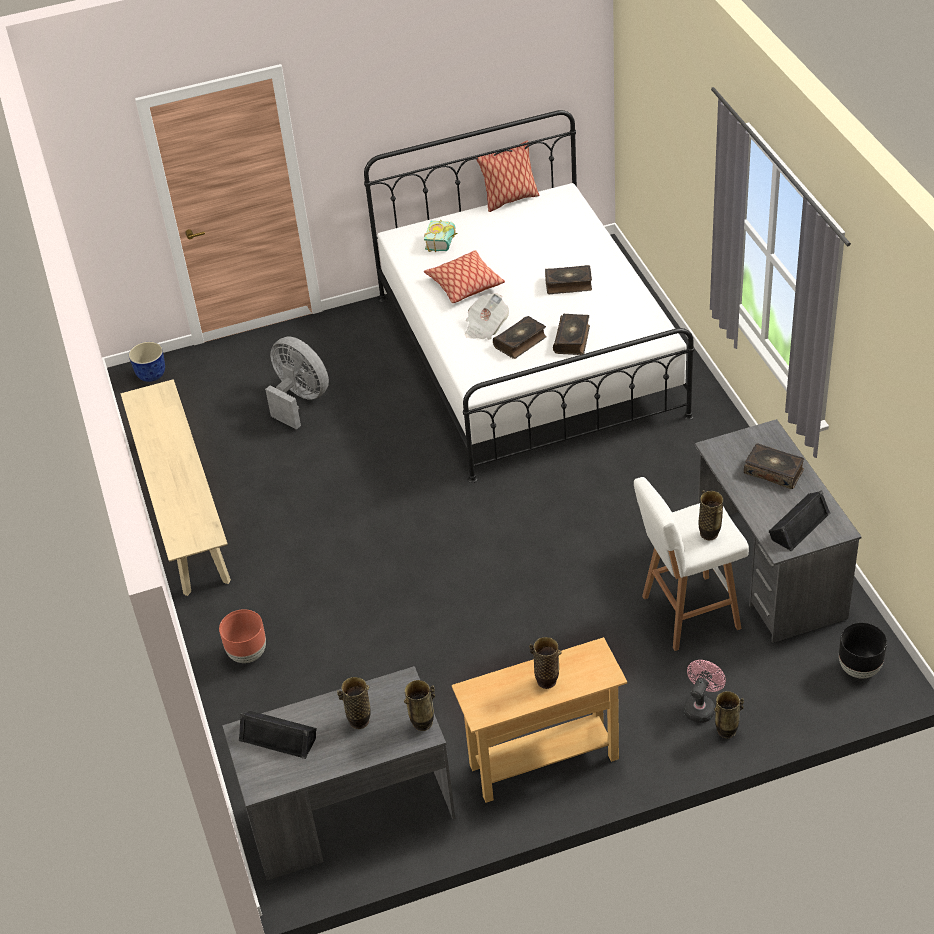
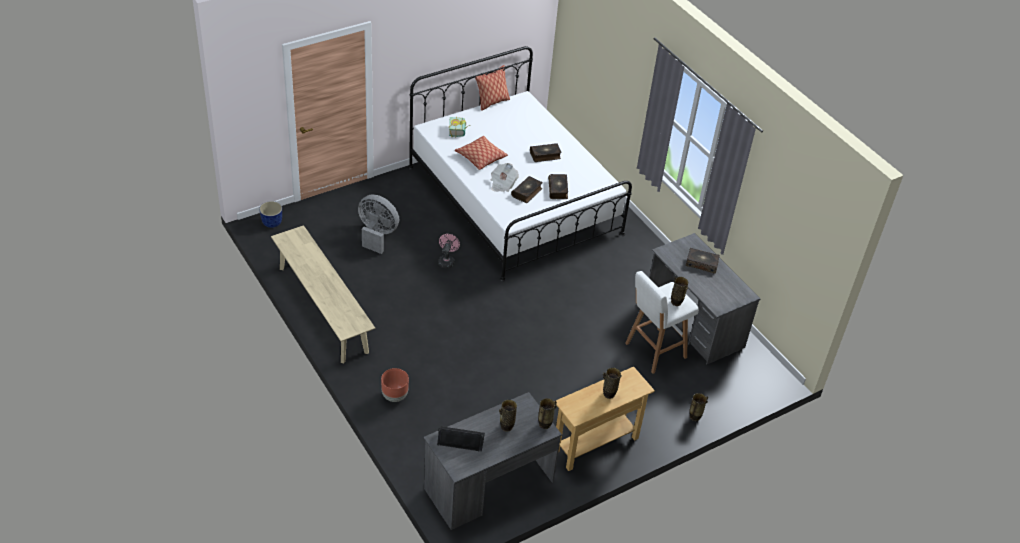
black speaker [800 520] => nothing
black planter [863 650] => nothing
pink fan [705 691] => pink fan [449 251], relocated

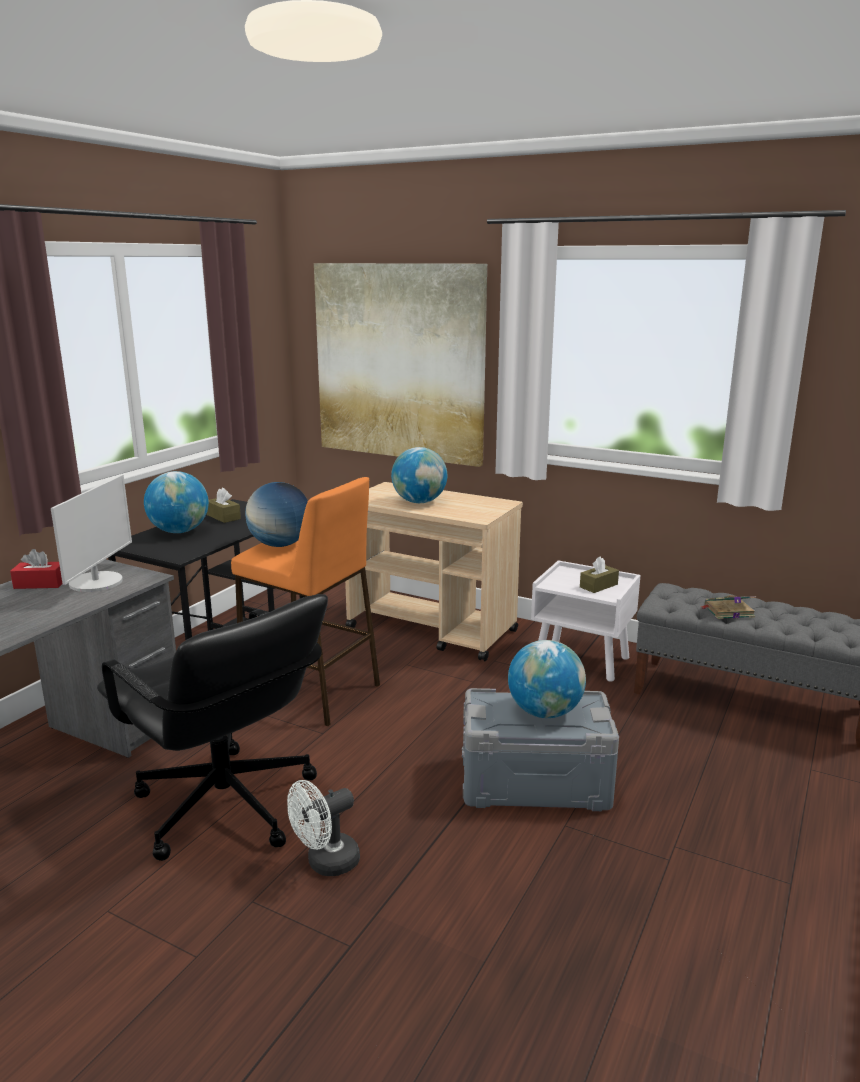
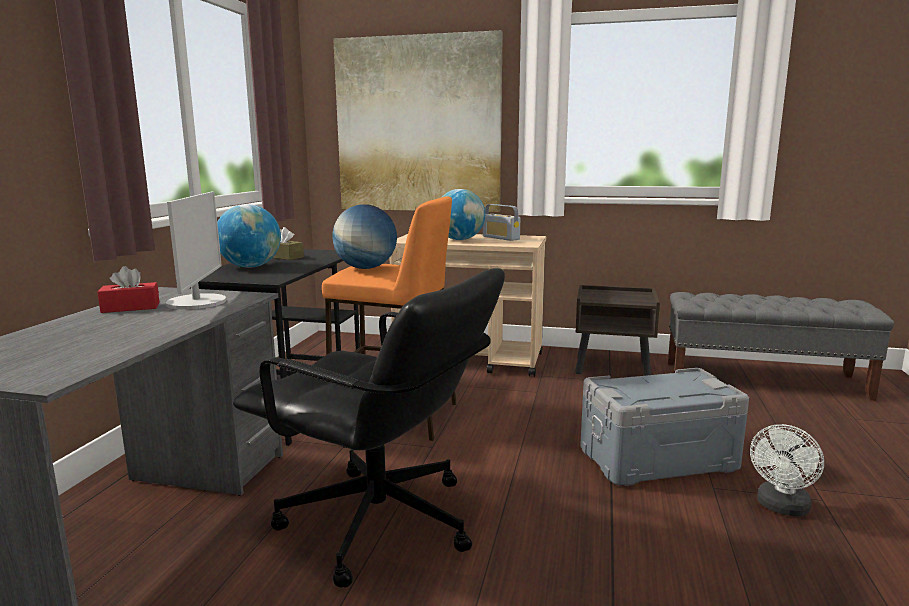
globe [547 679] => nothing
brown tissue box [599 574] => nothing
book [728 607] => nothing
nothing => radio [501 222]
white fan [323 828] => white fan [787 470], relocated
white nightstand [586 621] => brown nightstand [617 330]

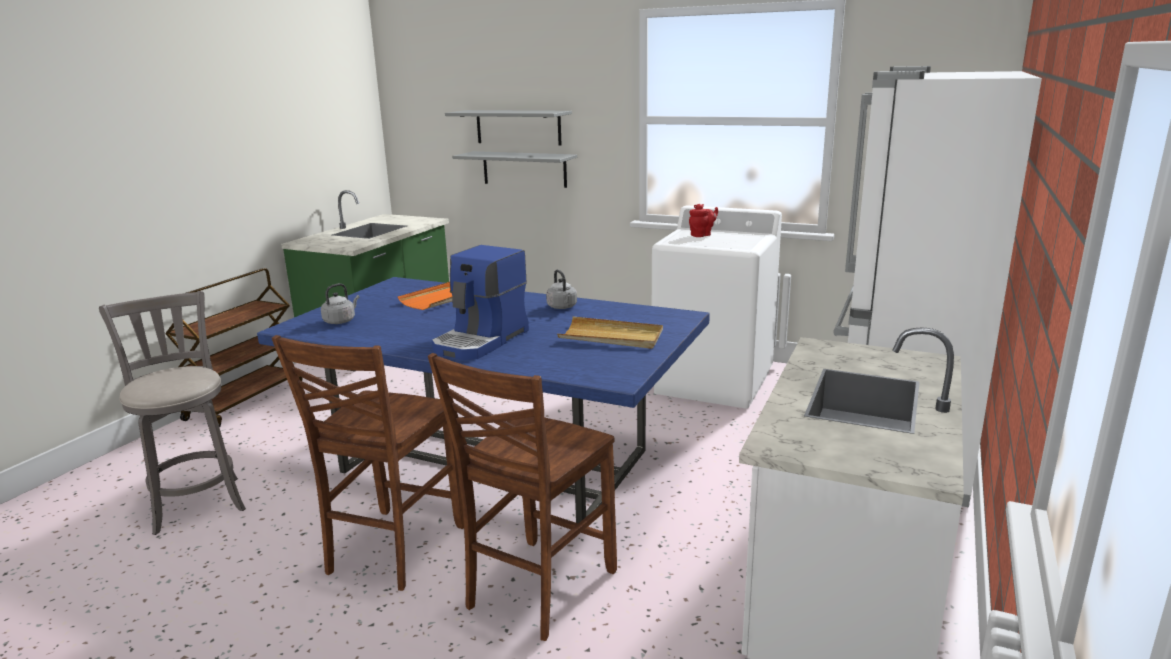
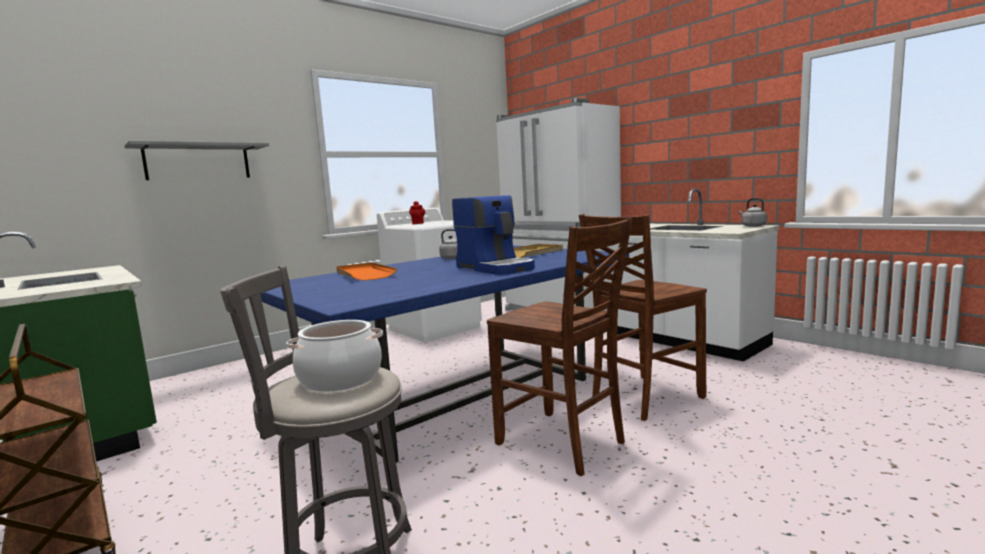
grey shelf [514 169] => nothing
nothing => cooking pot [334 356]
grey kettle [340 303] => grey kettle [753 212], relocated
brown chair [522 497] => brown chair [643 317], 90 degrees clockwise

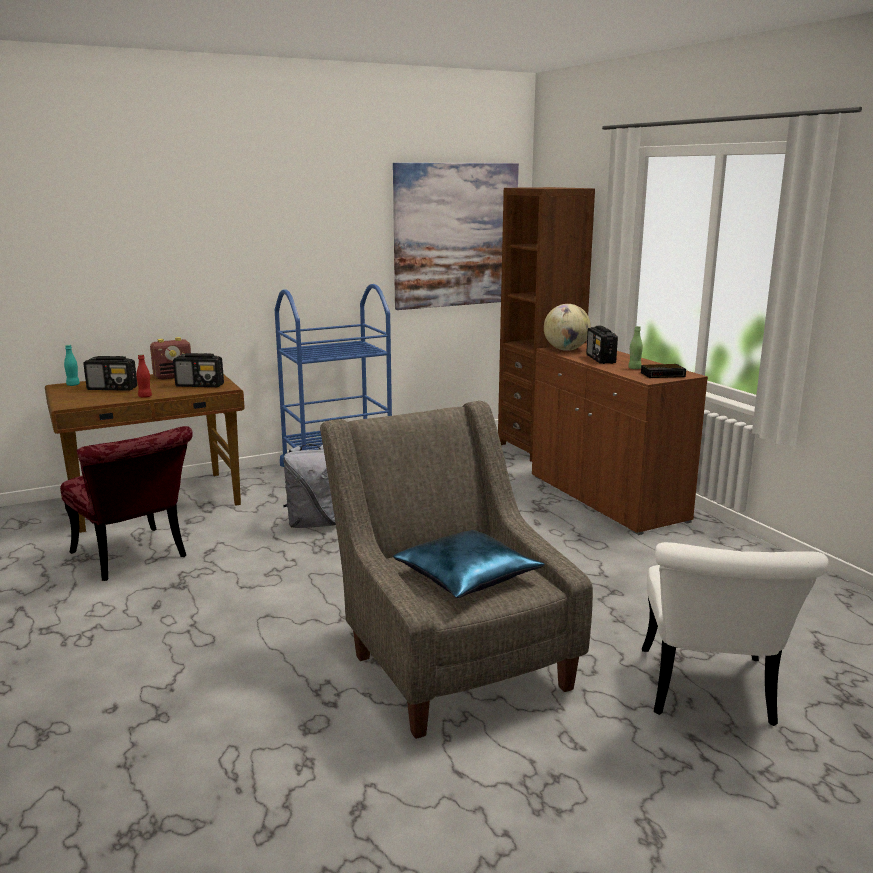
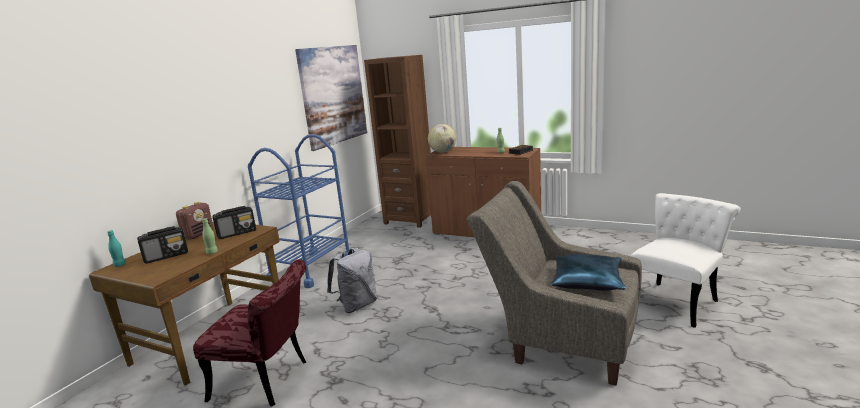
radio [602 344] => nothing
red bottle [144 376] => green bottle [210 236]
white chair [735 634] => white chair [685 260], 105 degrees counterclockwise

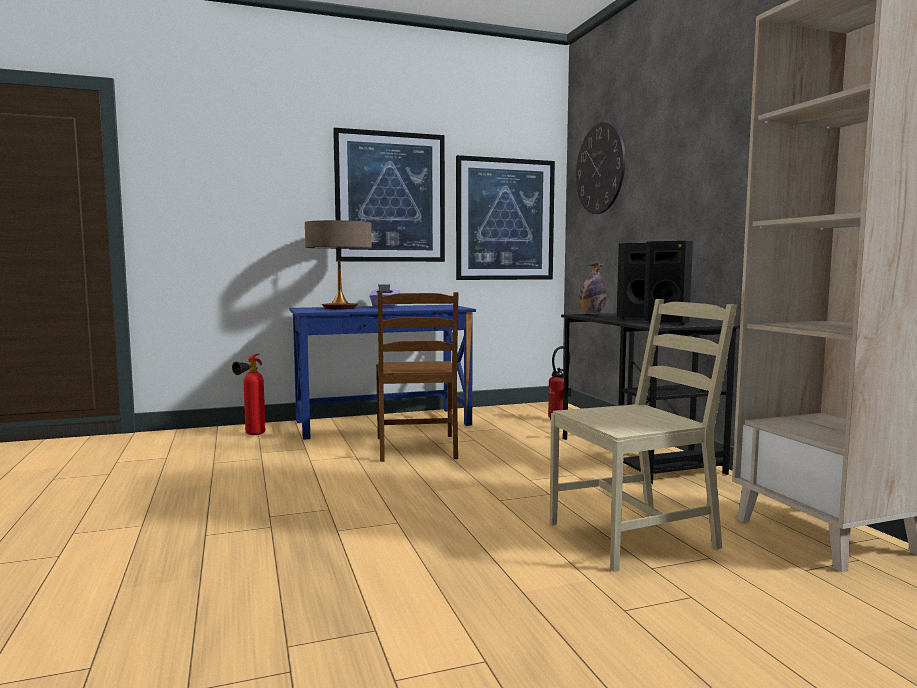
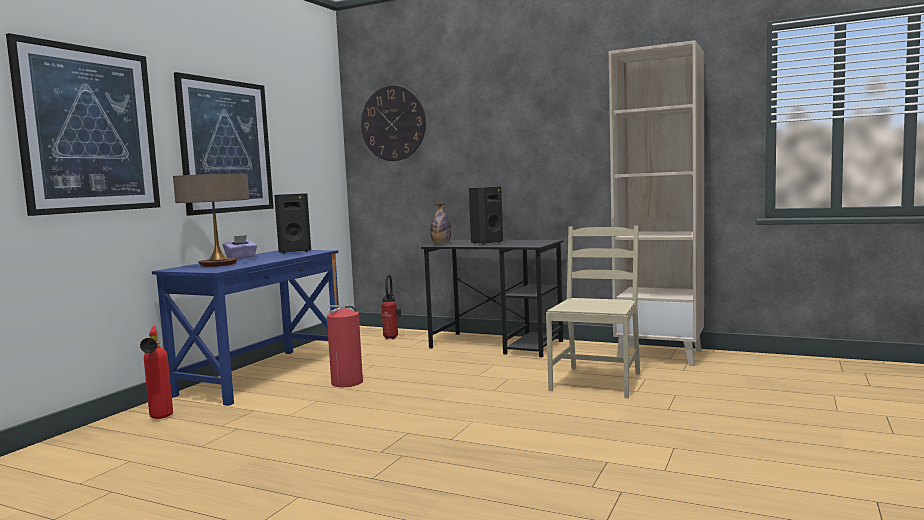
picture [505 217] => picture [83 124], relocated
black speaker [668 282] => black speaker [292 223], relocated
brown chair [417 377] => fire extinguisher [345 346]

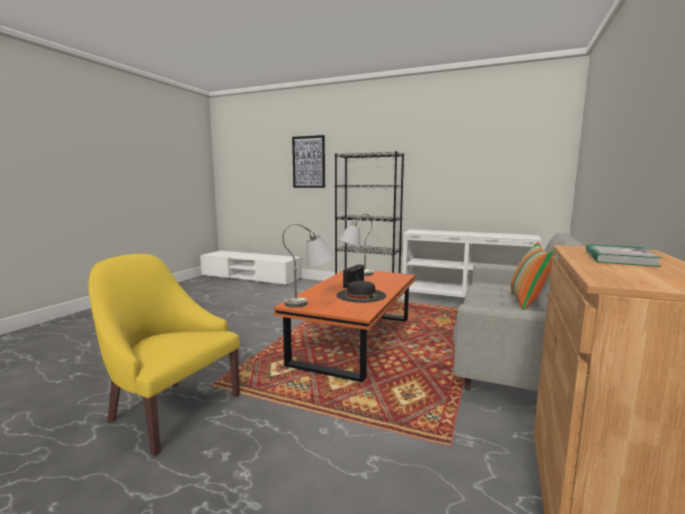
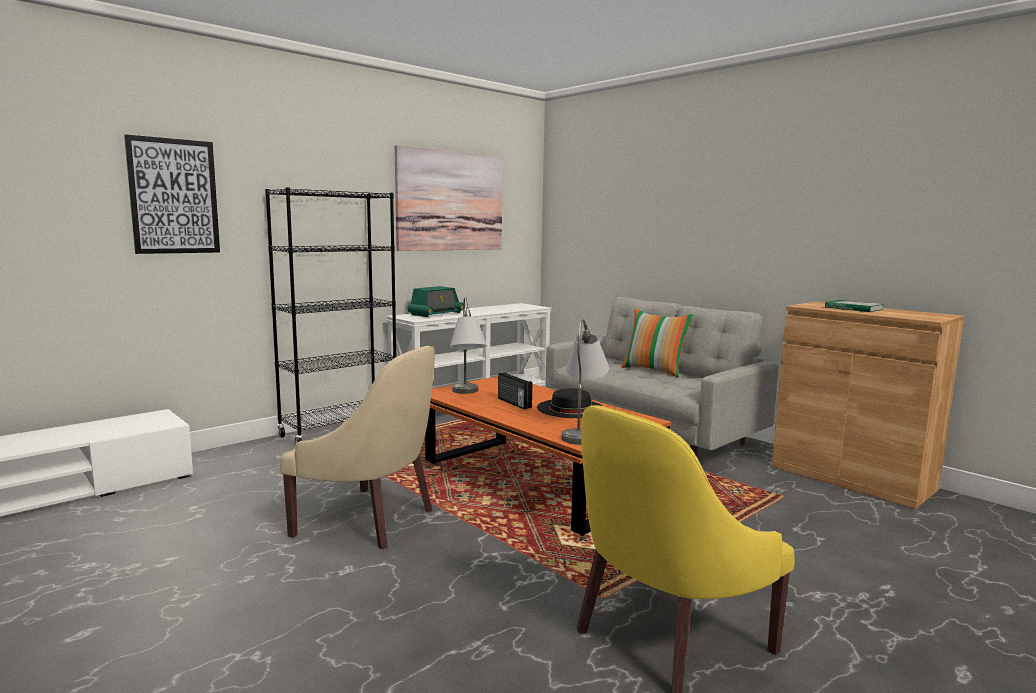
nothing => beige armchair [357 447]
nothing => picture [448 198]
nothing => radio [435 301]

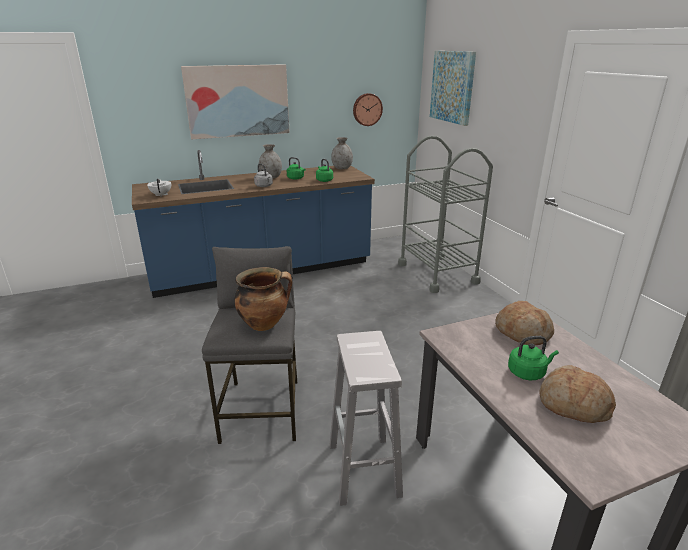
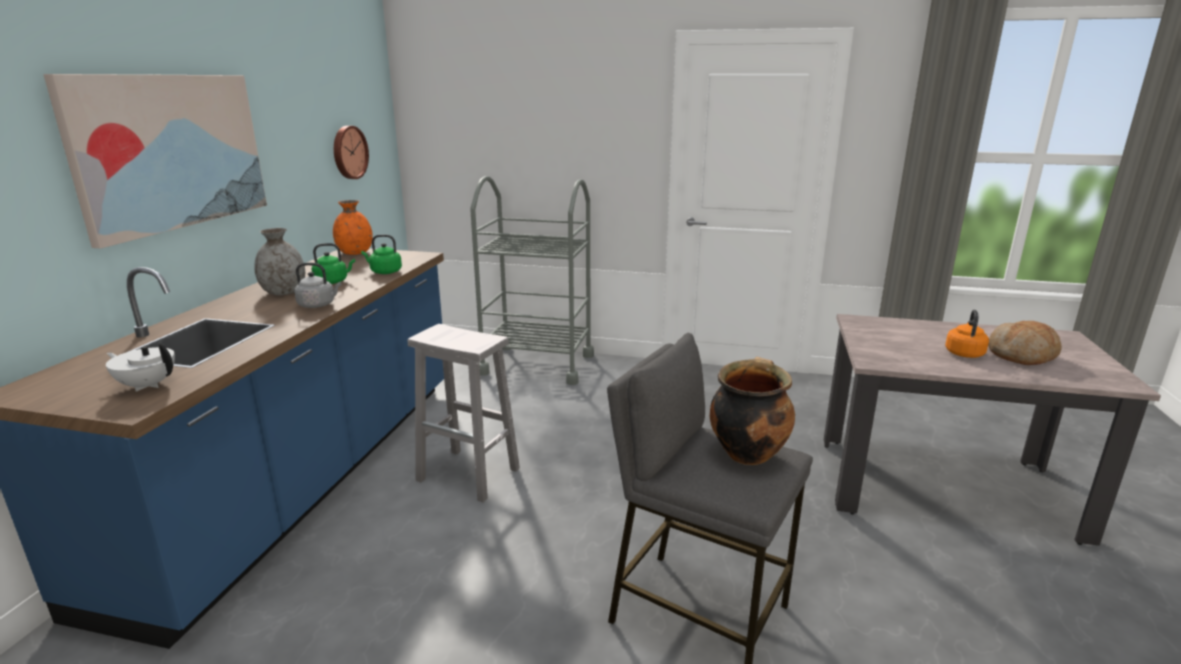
picture [453 88] => nothing
bread [524 323] => nothing
white stool [366 418] => white stool [463 413], relocated
grey vase [342 153] => orange vase [353 227]
green kettle [533 358] => orange kettle [967 334]

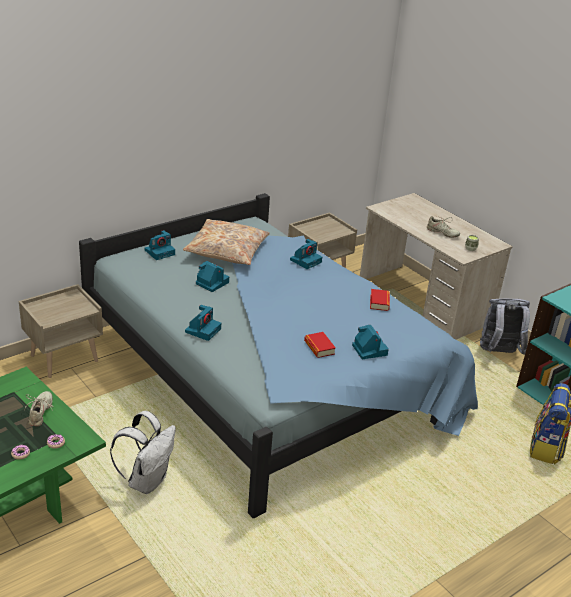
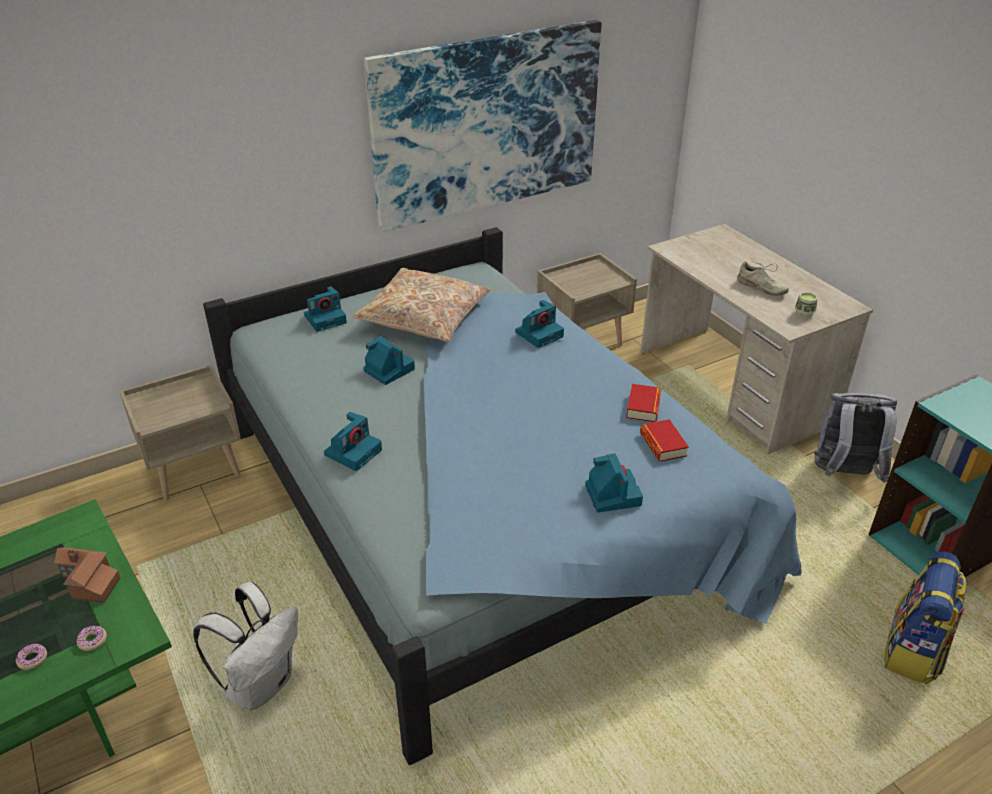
nothing => picture [483 126]
book [320 345] => book [664 440], relocated
beige shoe [38 408] => toy house [87 575]

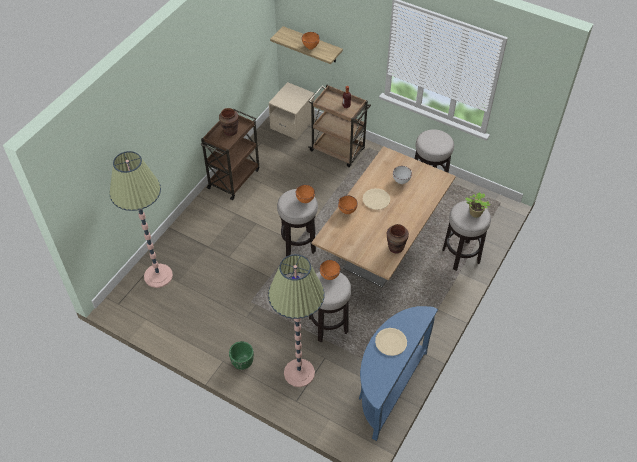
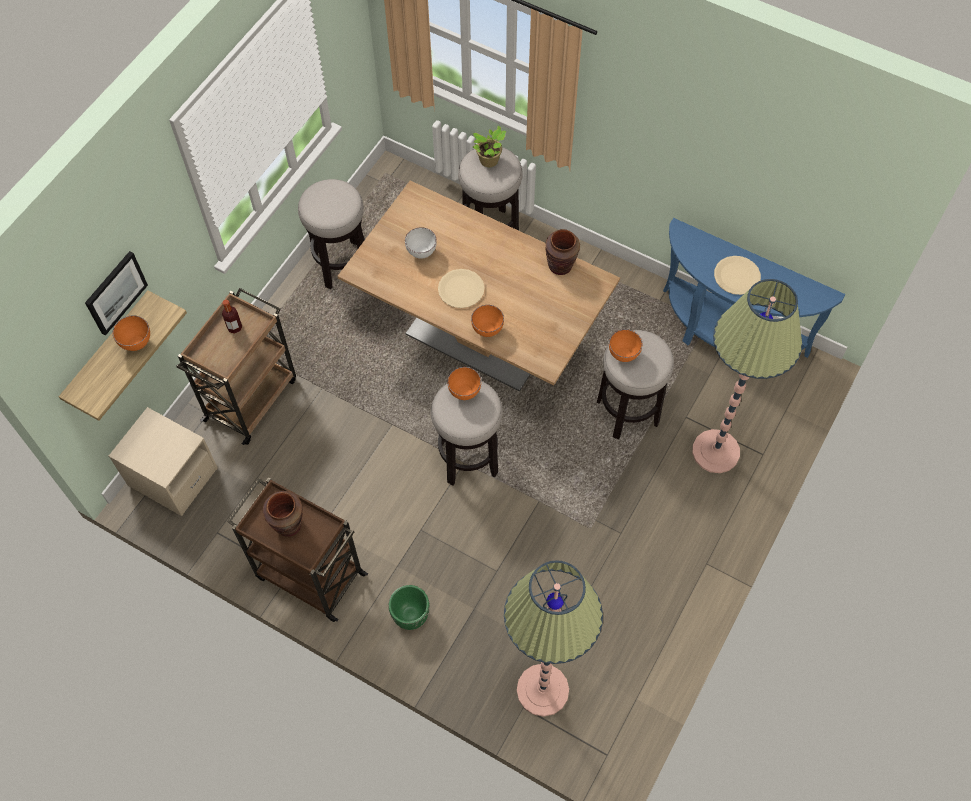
nothing => picture [116 293]
green planter [241 355] => green planter [409 607], relocated

